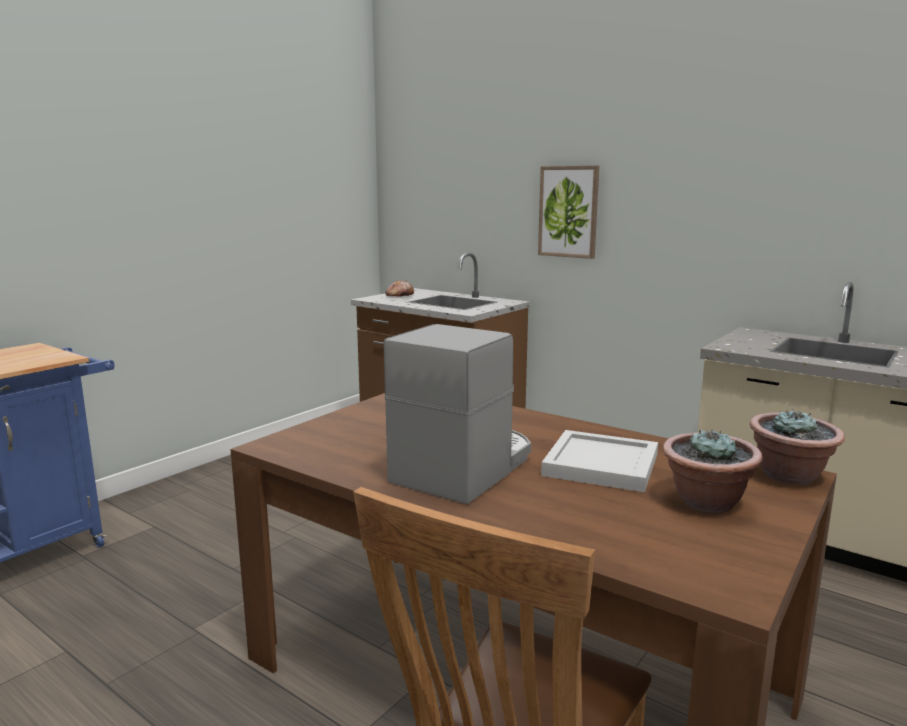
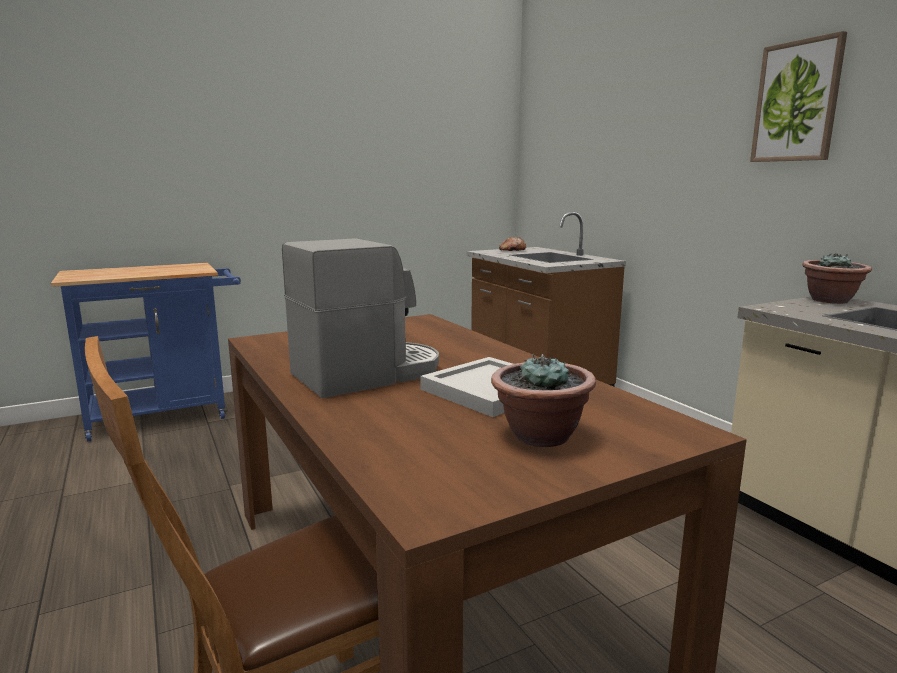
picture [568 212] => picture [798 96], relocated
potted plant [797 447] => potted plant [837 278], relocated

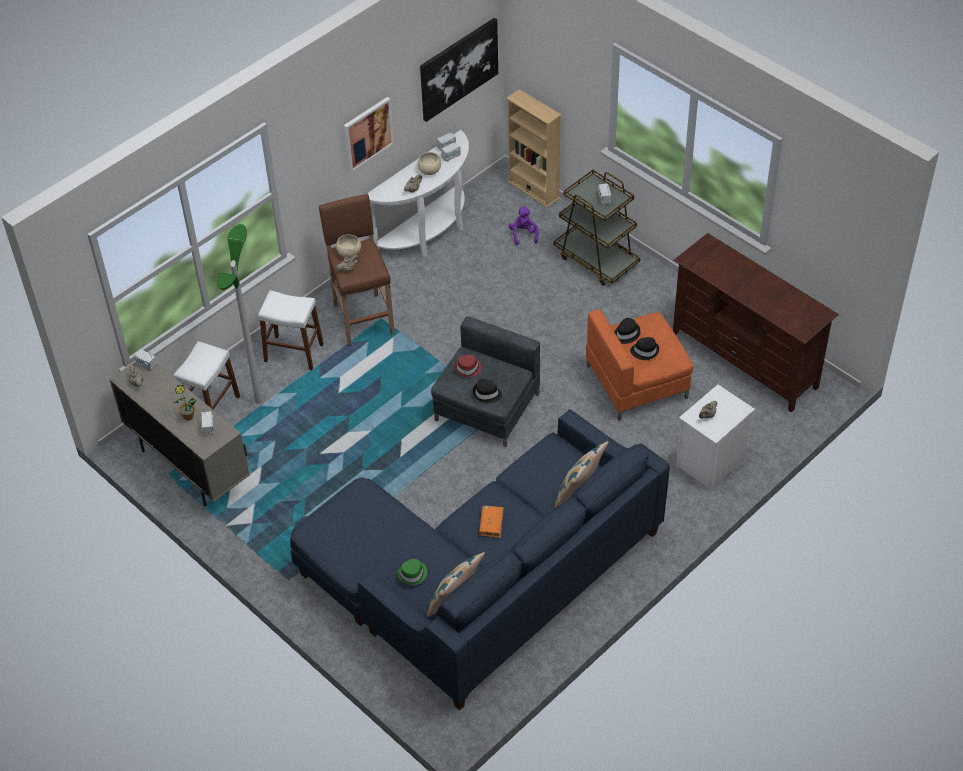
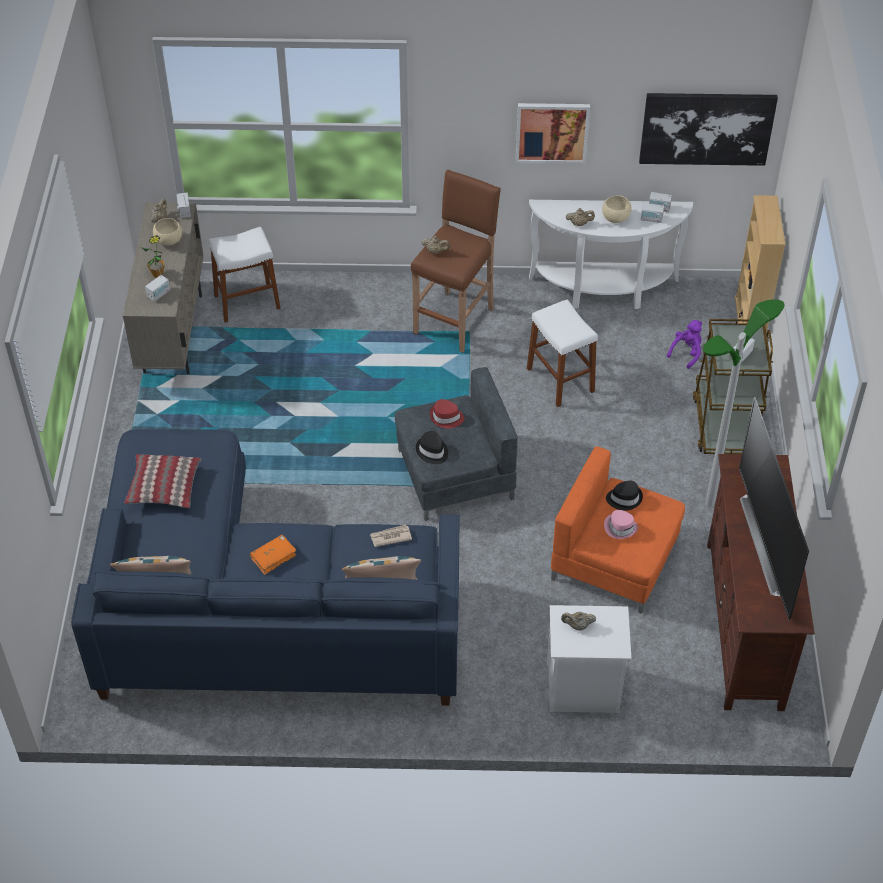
green hat [412 572] => nothing
nothing => pillow [163 481]
nothing => newspaper [391 536]
nothing => television [774 508]
floor lamp [239 314] => floor lamp [744 403], relocated
white stool [291 330] => white stool [562 353], relocated
beige bowl [348 246] => beige bowl [167 232], relocated
black hat [644 348] => pink hat [621 524]

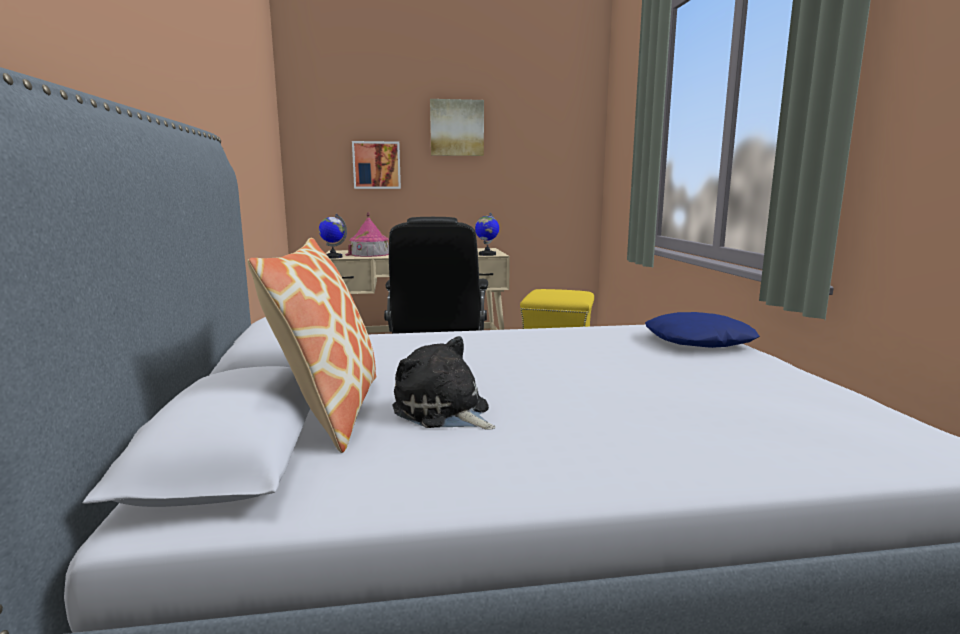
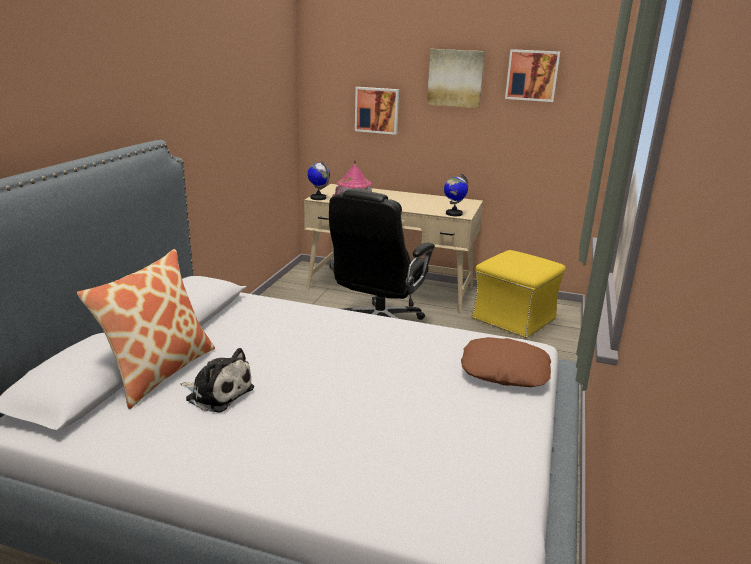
nothing => picture [532 75]
blue pillow [702 330] => brown pillow [506 362]
plush toy [444 383] => plush toy [217 380], 135 degrees clockwise

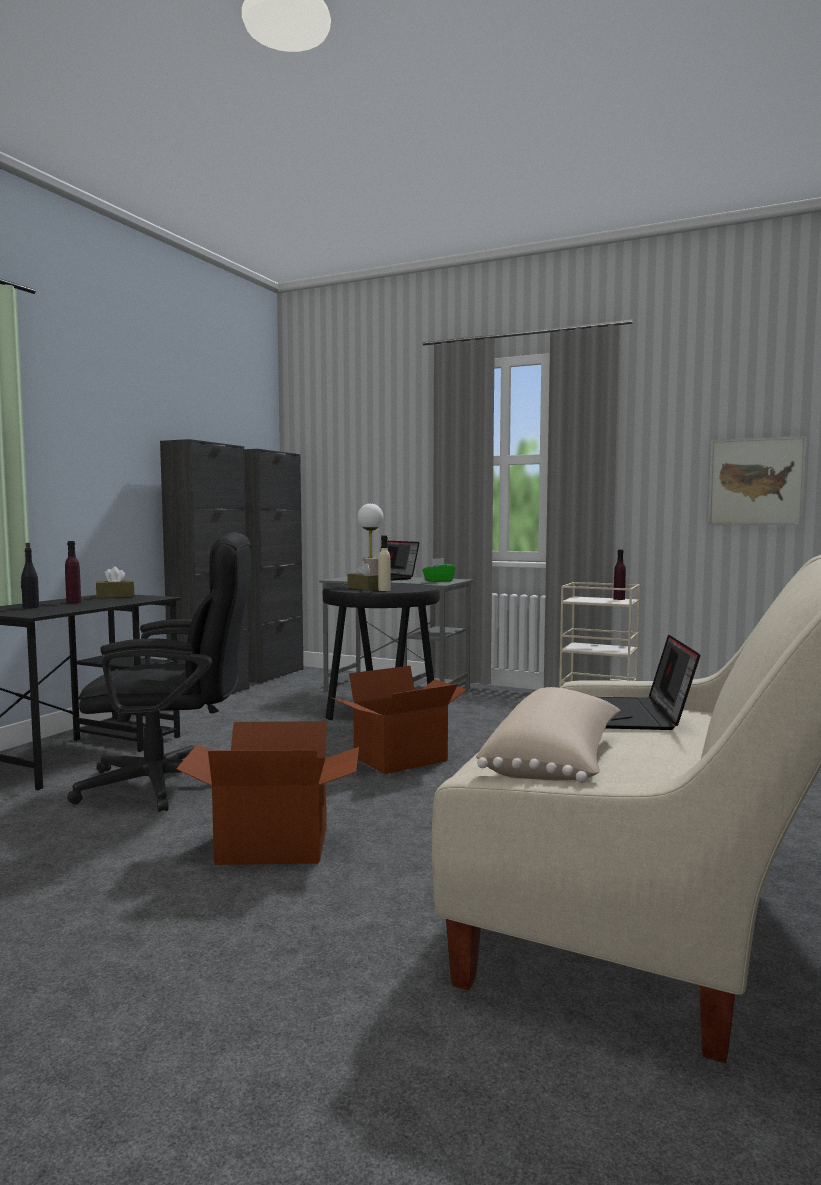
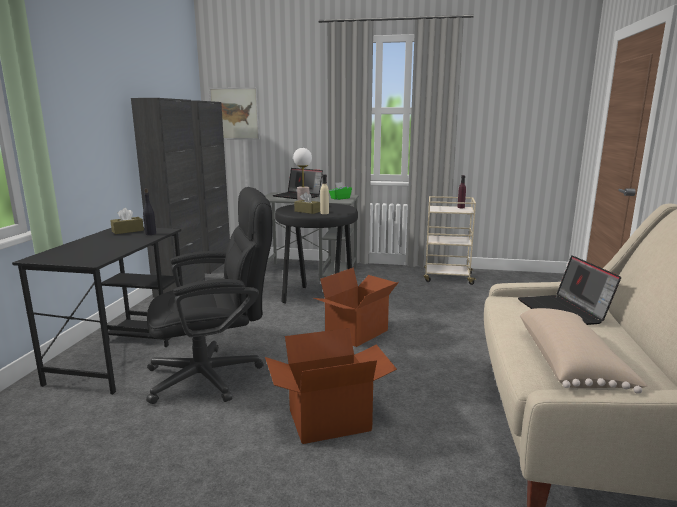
purple bottle [73 572] => nothing
black bottle [30 575] => black bottle [149 211], relocated
picture [757 481] => picture [234 113], relocated

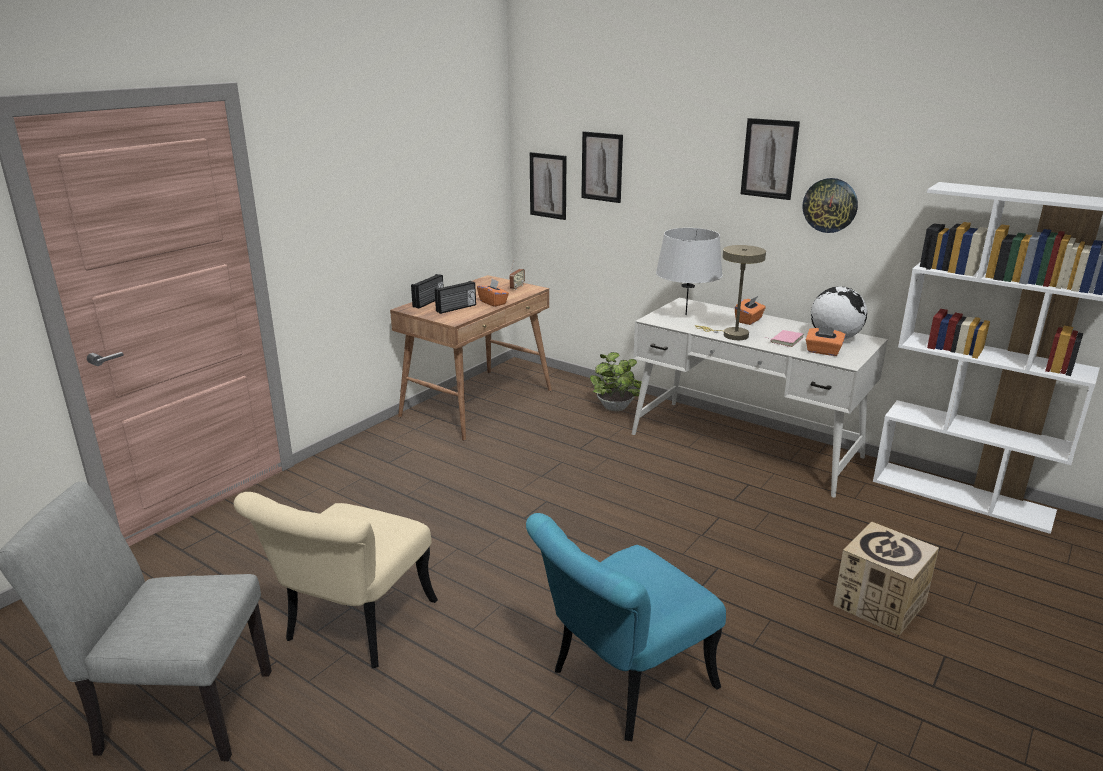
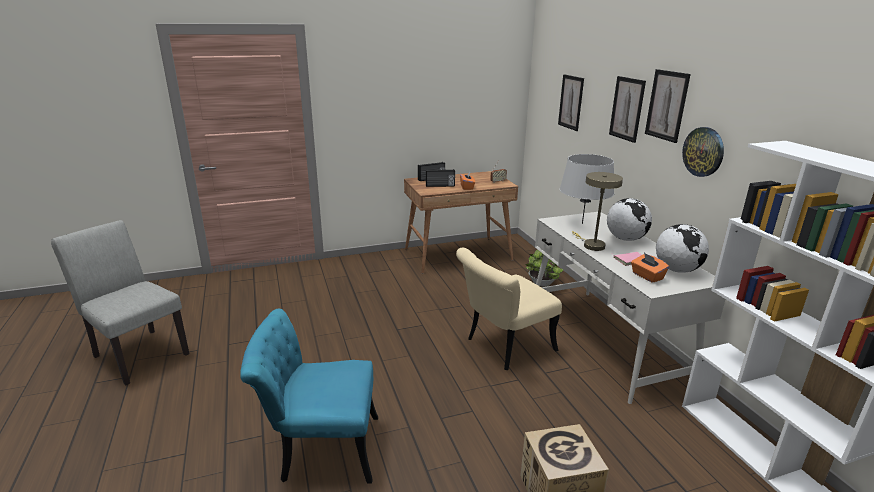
beige chair [336 580] => beige chair [509 309], relocated
picture [548 186] => picture [627 109], relocated
orange tissue box [750 310] => globe [629 219]

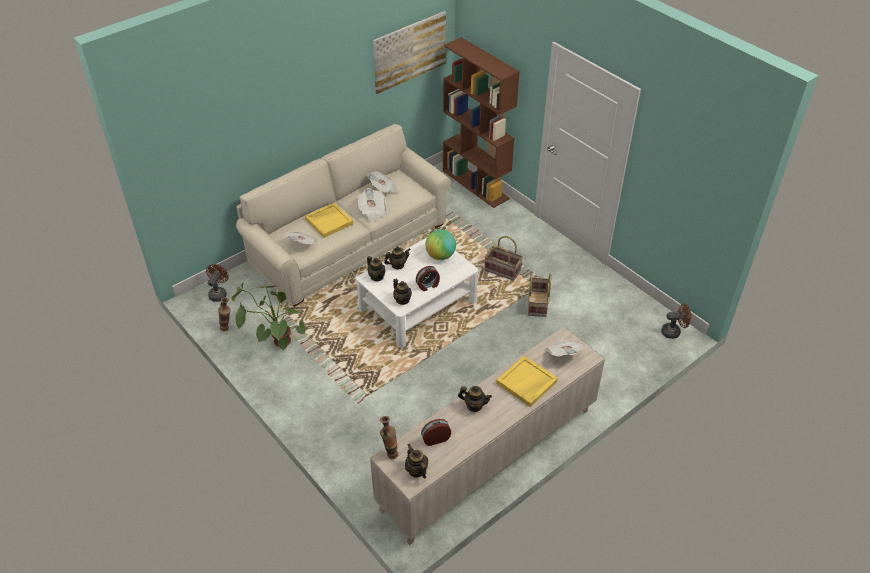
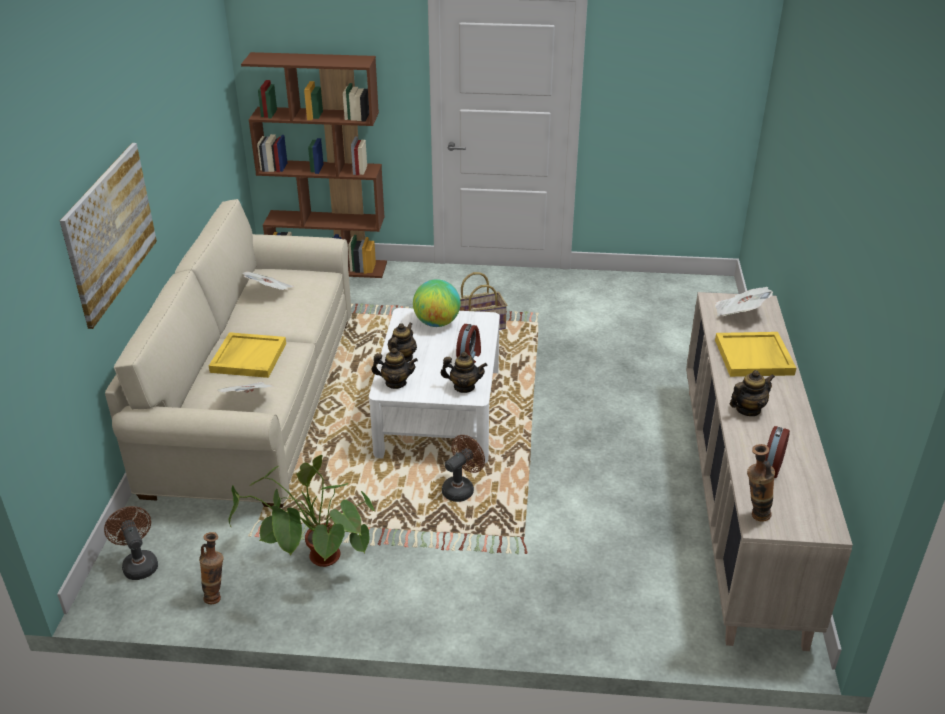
newspaper [372 205] => nothing
teapot [416 461] => nothing
basket [539 294] => nothing
picture [409 52] => picture [108 236], relocated
brown fan [676 321] => brown fan [463 468], relocated

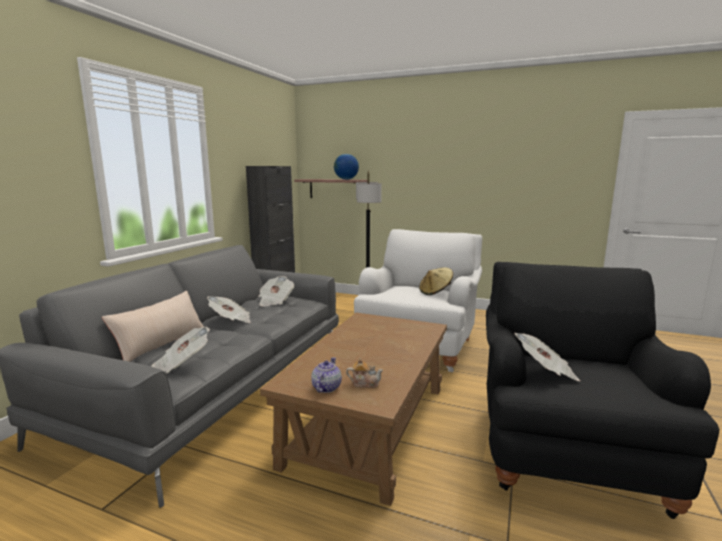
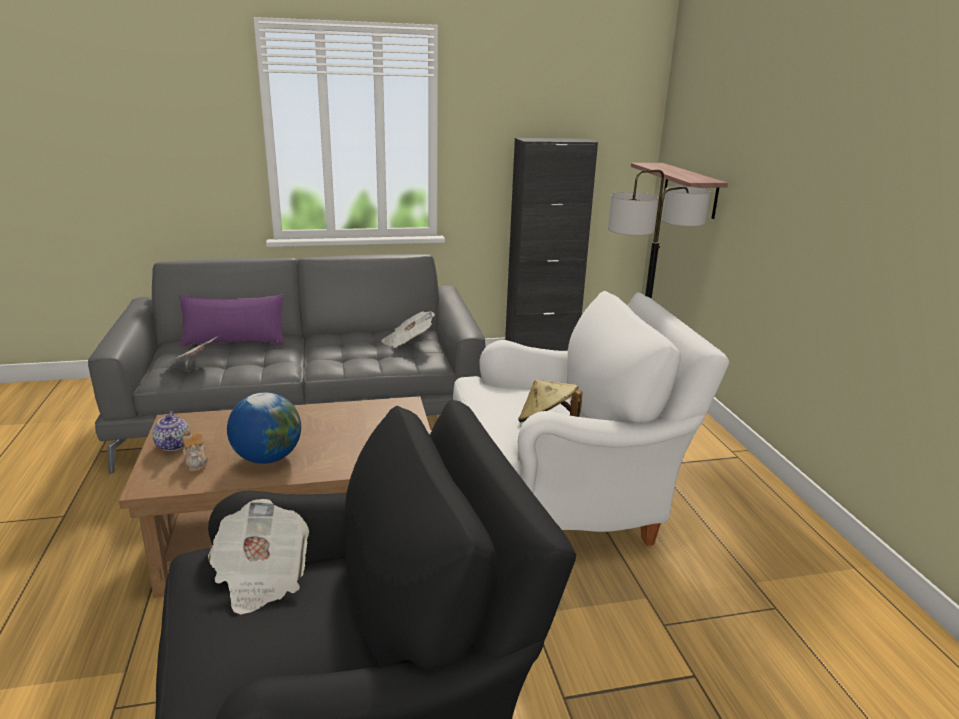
newspaper [229 309] => nothing
globe [346 167] => globe [264 428], relocated
beige pillow [153 326] => purple pillow [232 320]
teapot [326 375] => teapot [171 431], 90 degrees clockwise

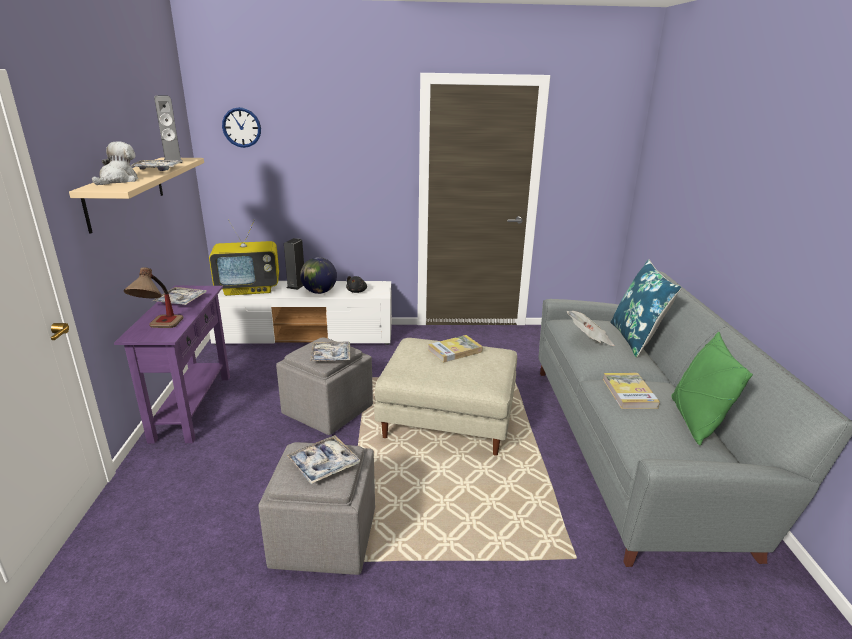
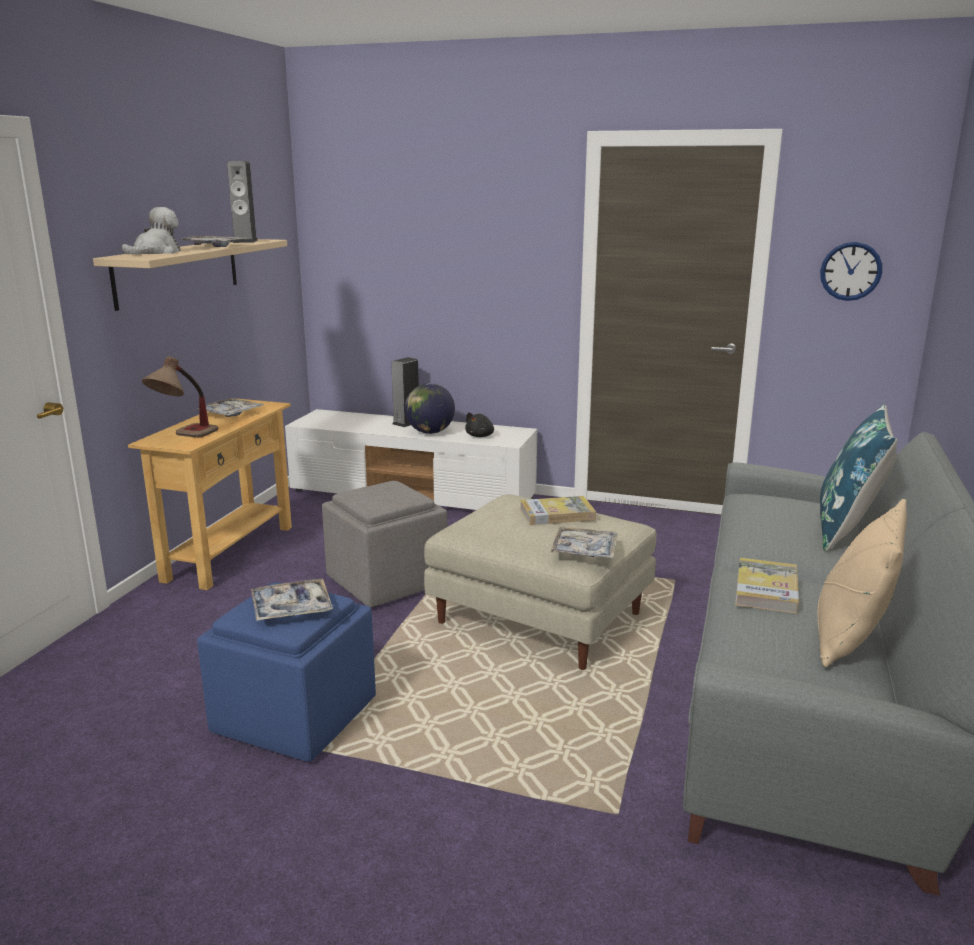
television [244 257] => nothing
newspaper [591 328] => nothing
wall clock [241 127] => wall clock [851 271], relocated
tray [330 351] => tray [584 542], relocated
purple console table [172 365] => beige console table [210 494]
grey ottoman [316 508] => blue ottoman [286 672]
green pillow [712 388] => beige pillow [862 583]

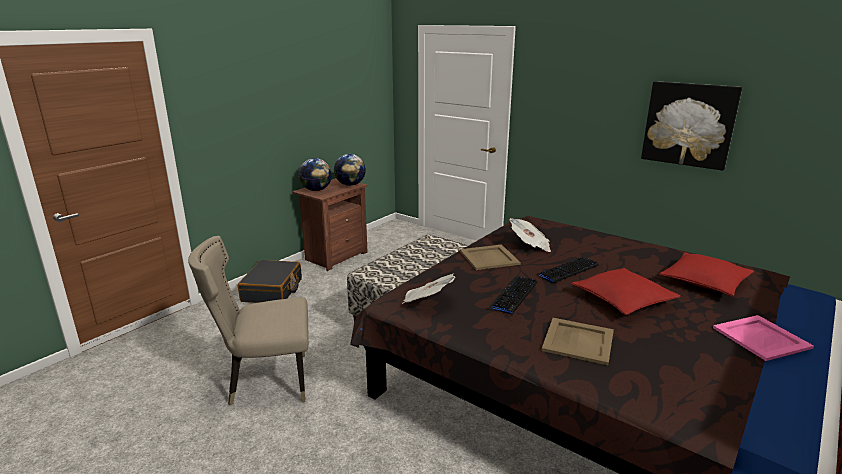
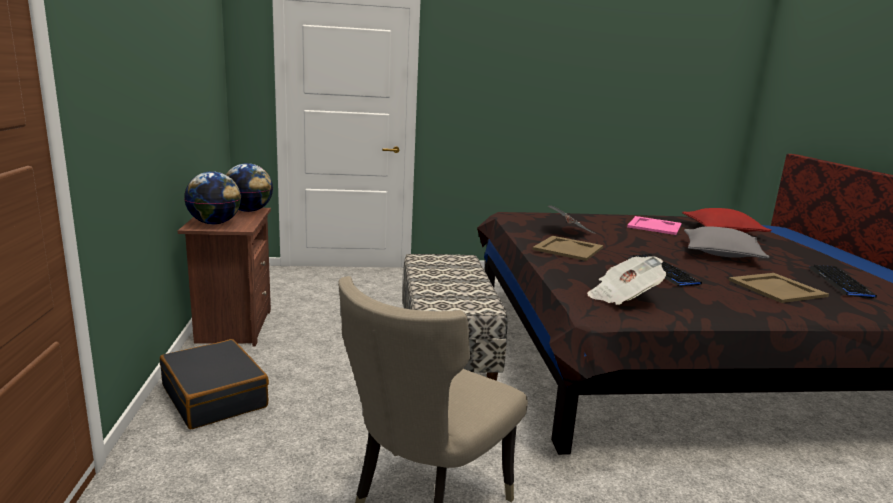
picture [691 126] => nothing
keyboard [568 270] => keyboard [842 282], relocated
pink tray [763 338] => pink tray [654 225], relocated
red pillow [626 291] => grey pillow [726 242]

